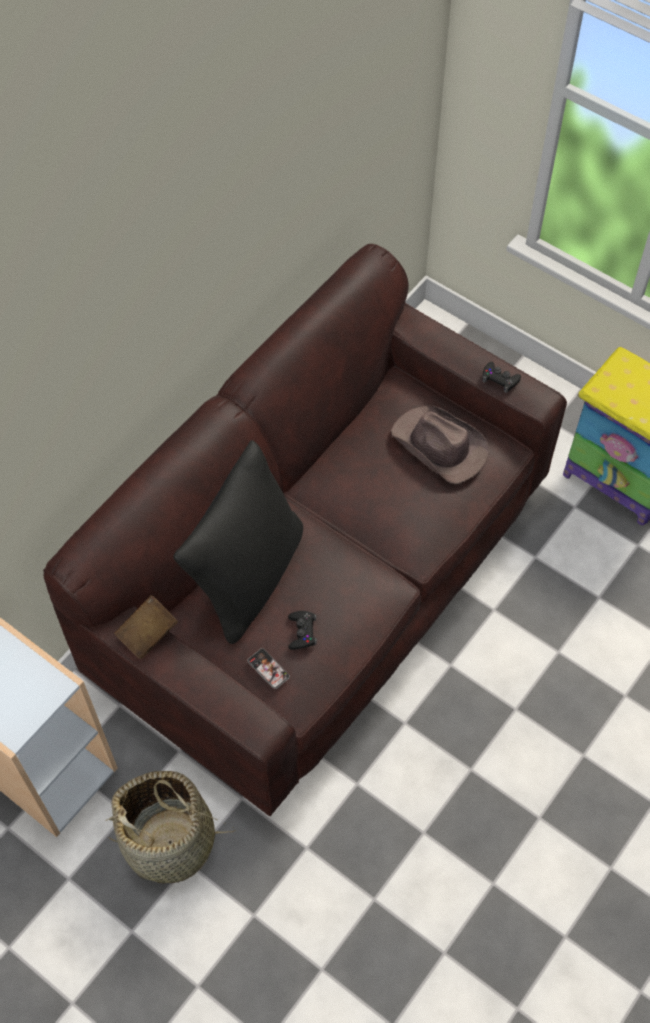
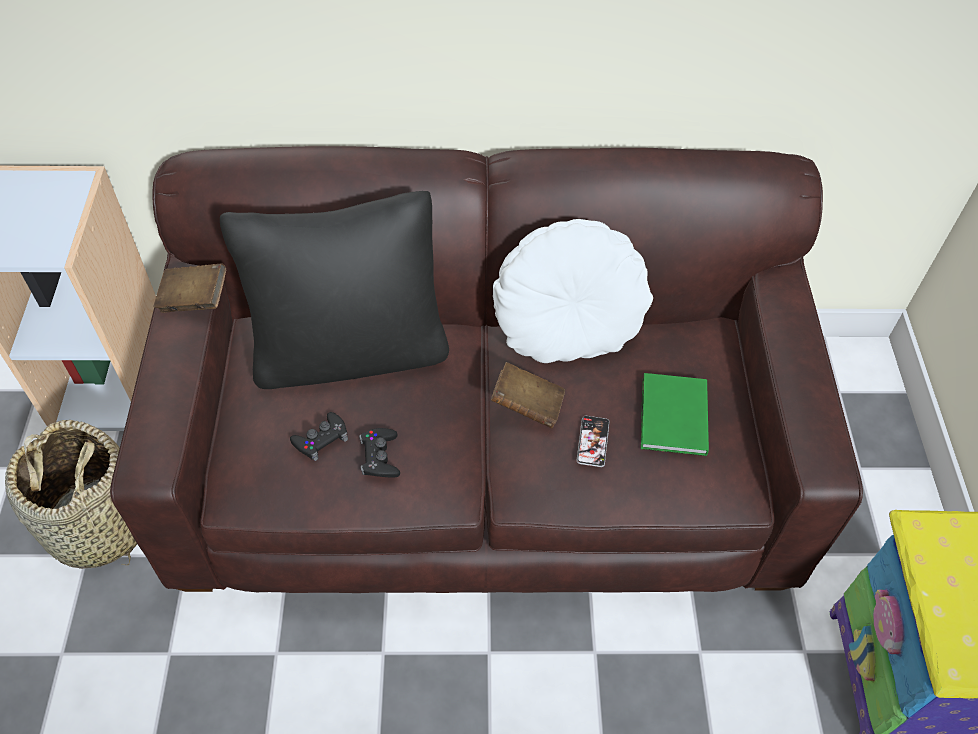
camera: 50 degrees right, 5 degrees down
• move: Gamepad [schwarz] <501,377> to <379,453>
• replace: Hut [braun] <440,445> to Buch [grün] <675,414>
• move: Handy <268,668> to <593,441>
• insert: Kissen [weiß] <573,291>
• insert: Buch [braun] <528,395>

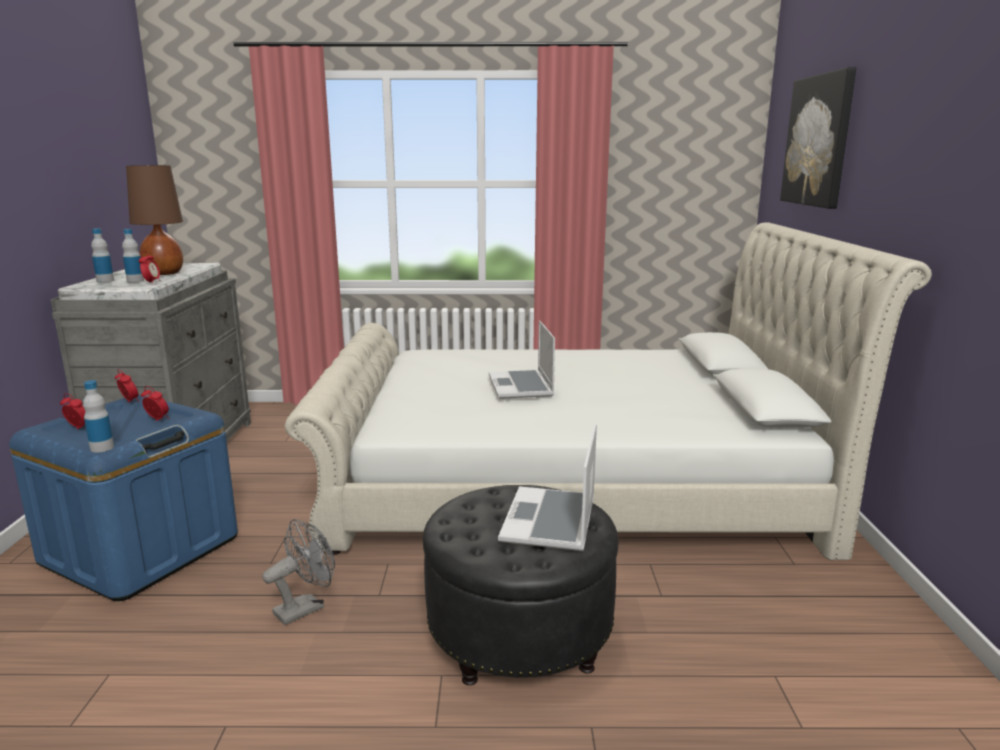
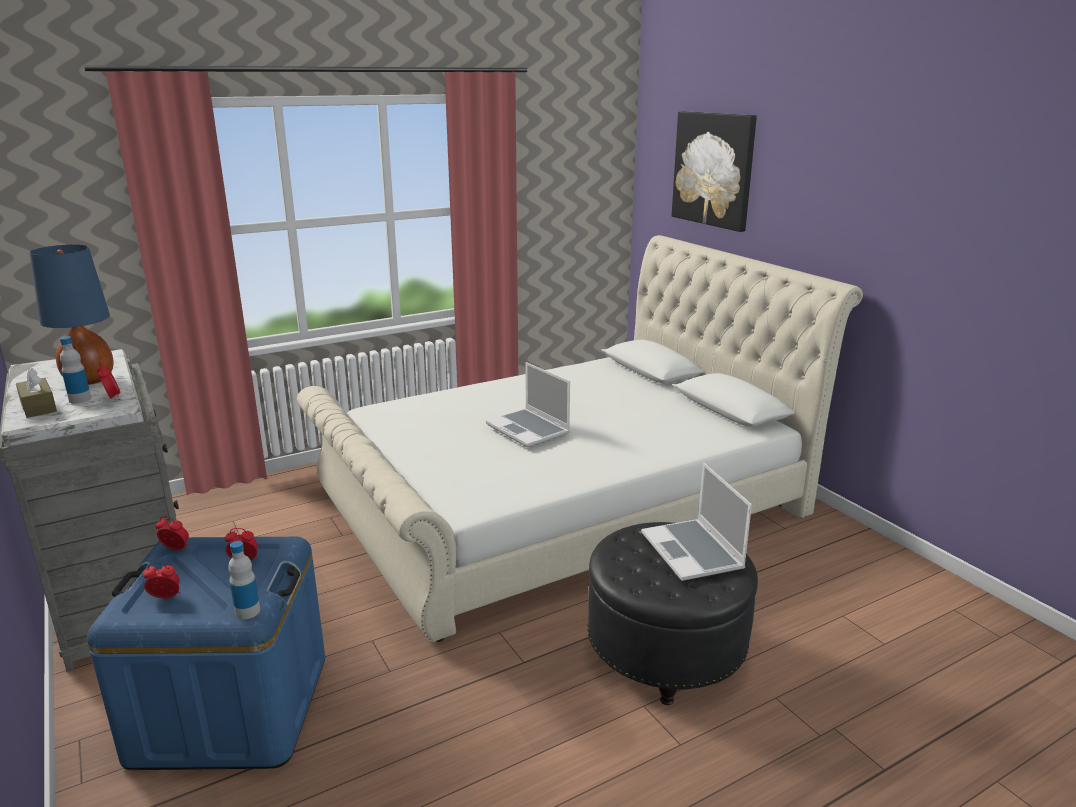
camera: 30 degrees left, 5 degrees up
• recolor: Tischlampe [braun] <154,220> to Tischlampe [blau] <72,315>
• replace: Flasche <102,255> to Taschentuchbox [braun] <36,392>
• delete: Ventilator [grau] <298,572>

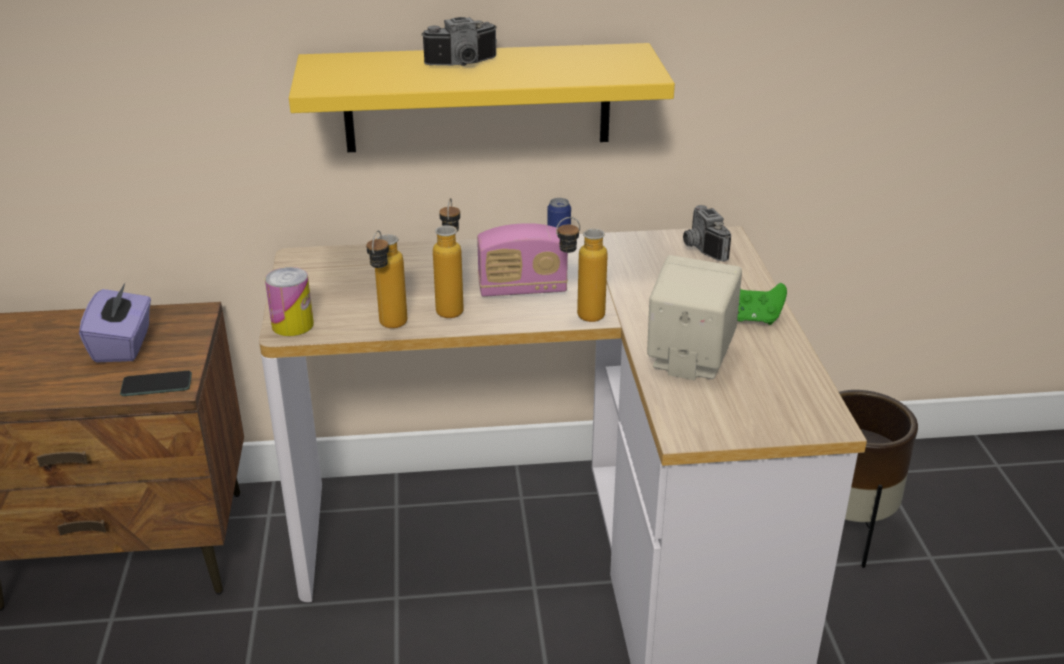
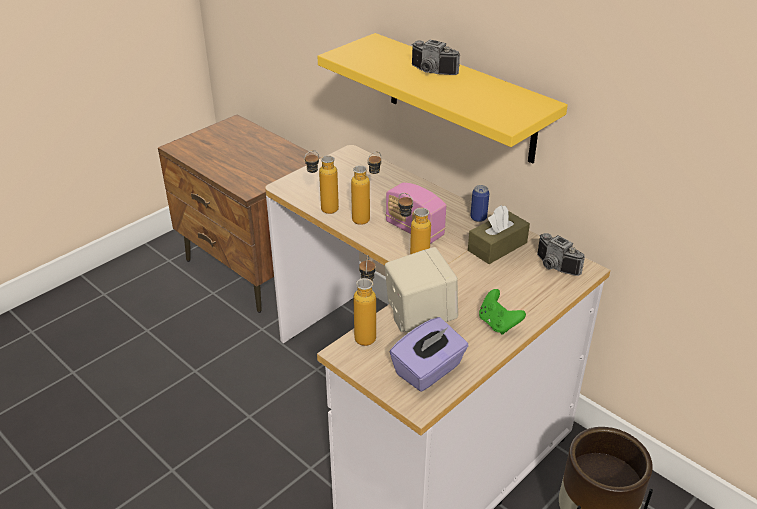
camera: 50 degrees right, 5 degrees up
• rotate: Kamera <707,233> = <561,254> 75 degrees counterclockwise
• delete: Dose <289,301>
• move: Taschentuchbox [lila] <115,323> to <429,354>
• delete: Handy <156,383>
• insert: Taschentuchbox [braun] <499,234>
• insert: Flasche <364,300>

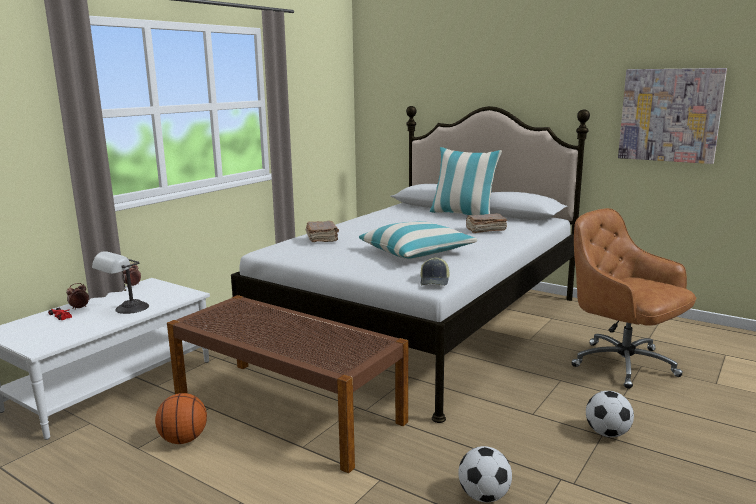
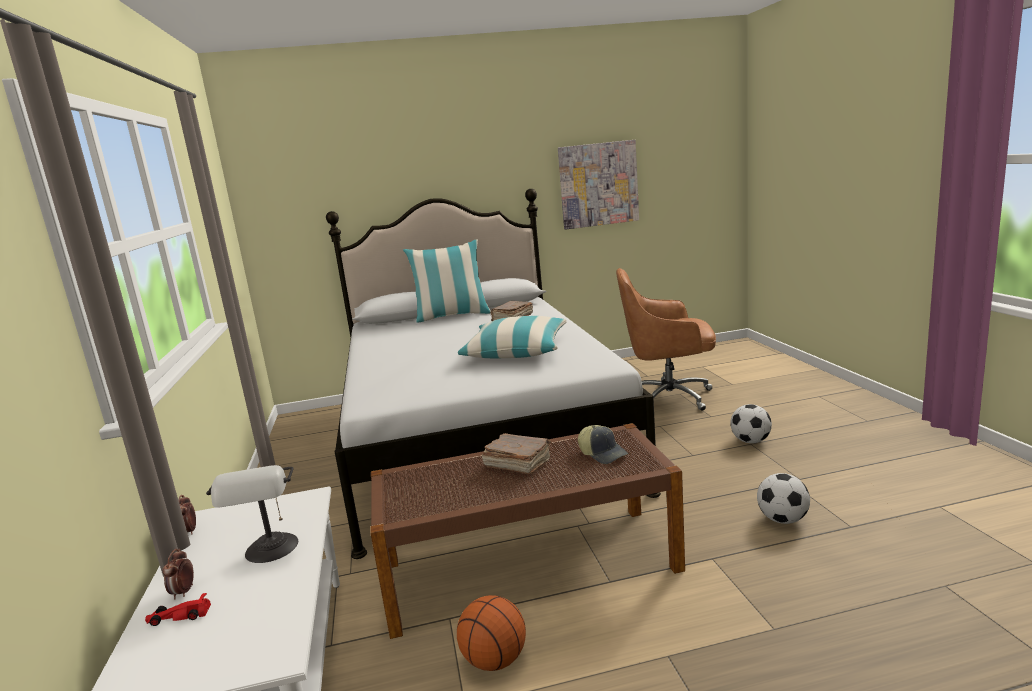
camera: 45 degrees left, 0 degrees up
• move: Buch [braun] <322,231> to <516,453>
• move: Kappe <435,271> to <603,444>

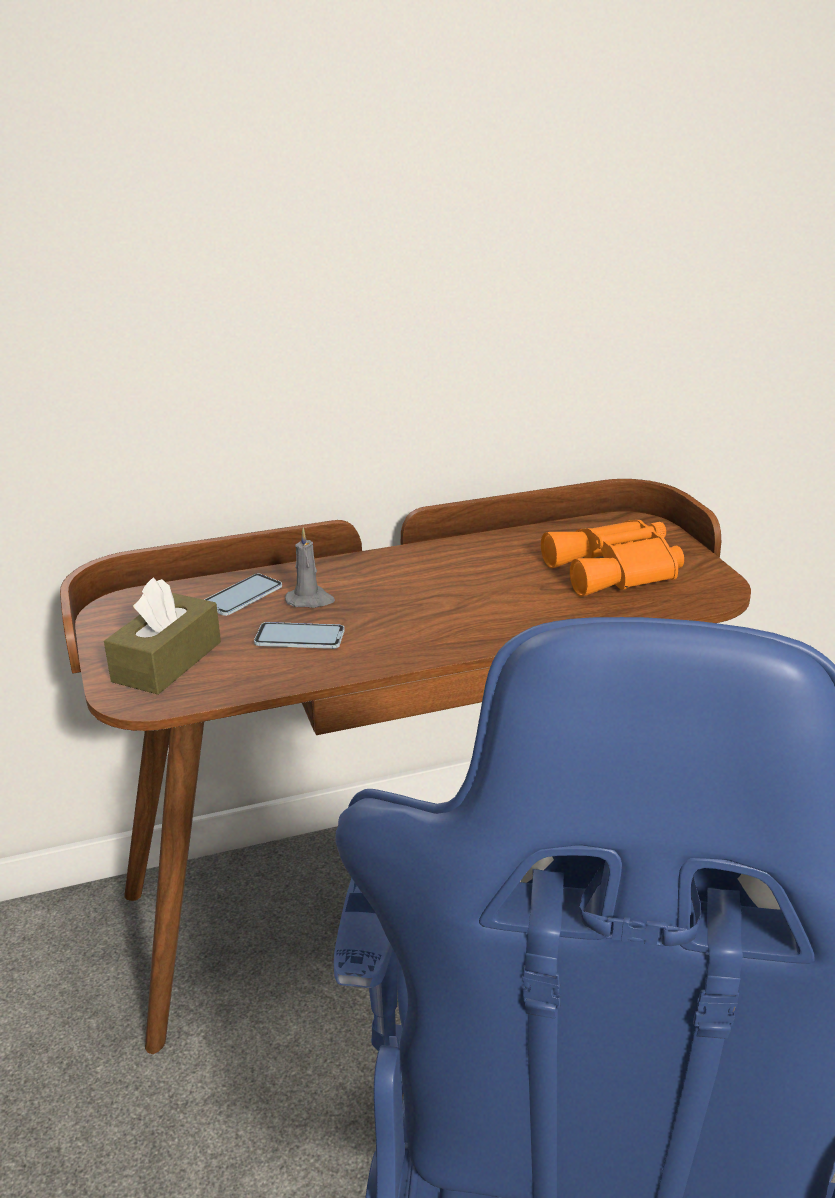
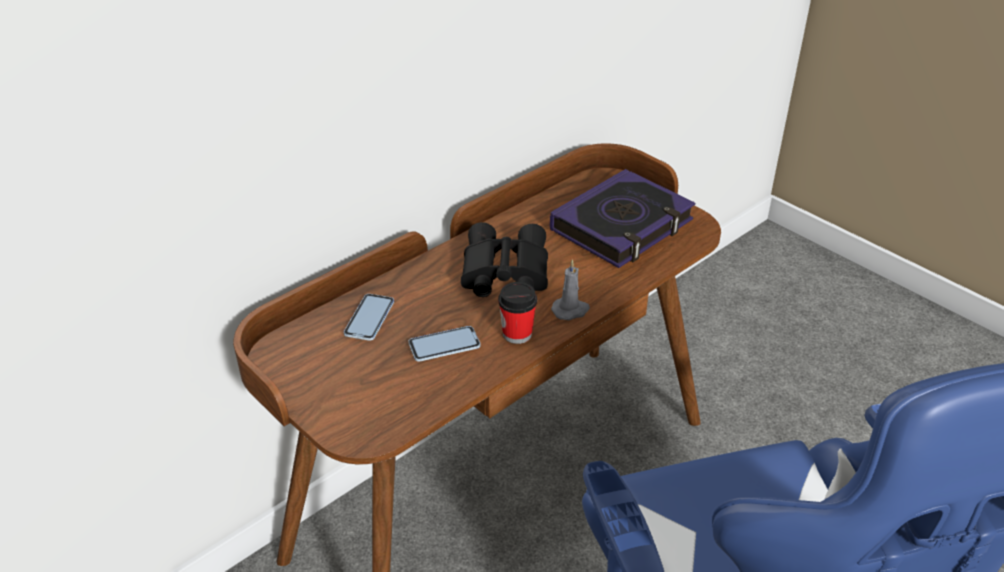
camera: 25 degrees left, 10 degrees up
• replace: Fernglas [orange] <612,558> to Buch <622,218>
• move: Kerze [grau] <310,568> to <570,289>
• delete: Taschentuchbox [braun] <162,636>
• insert: Fernglas [schwarz] <504,259>
• insert: Tasse <517,313>

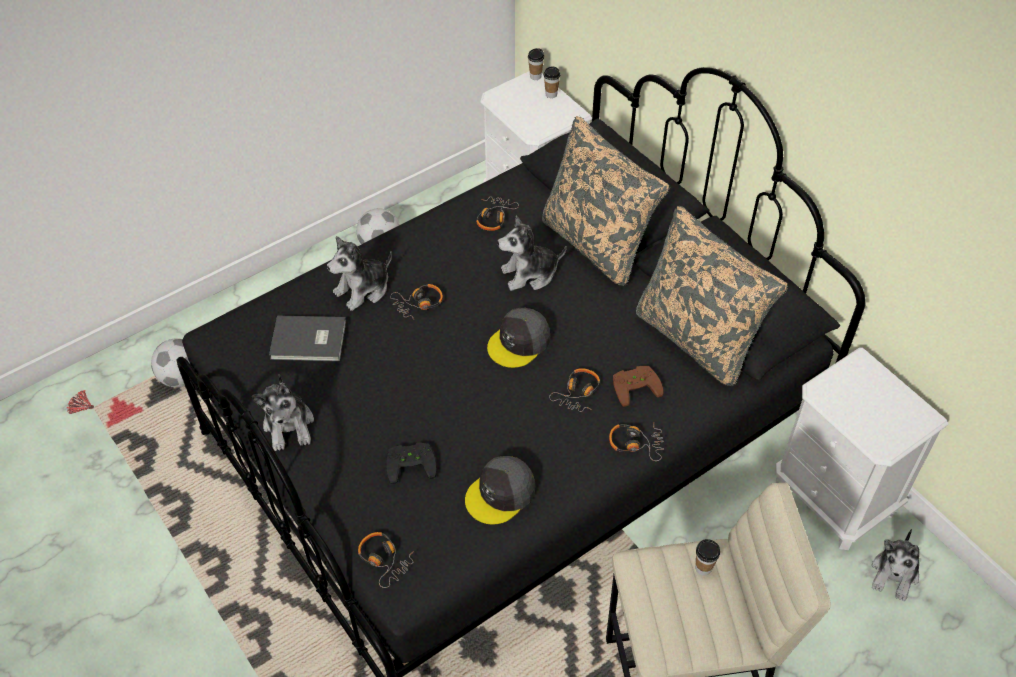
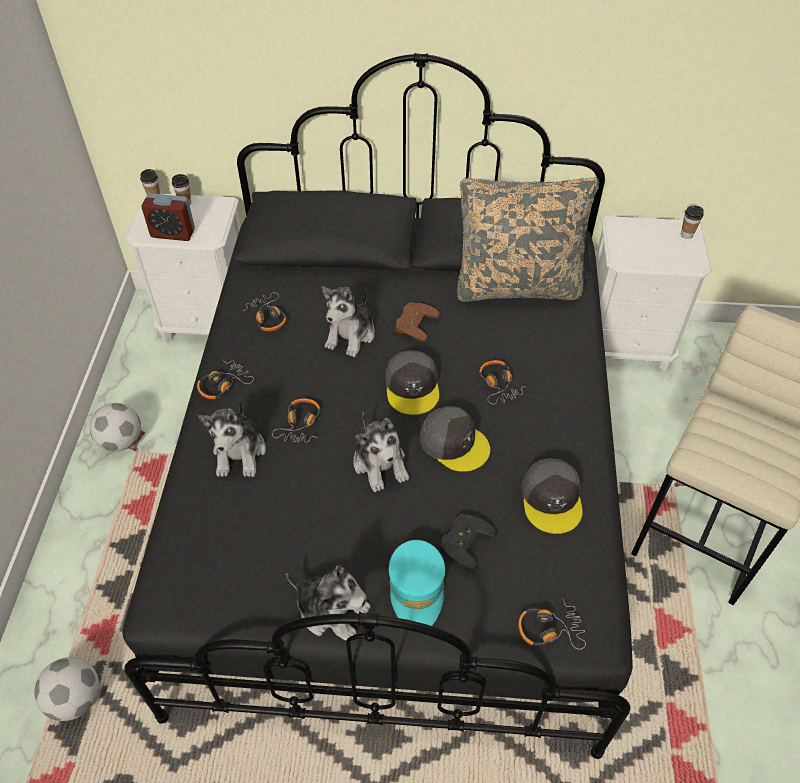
camera: 50 degrees left, 0 degrees up
• delete: Kissen [grau] <606,201>
• delete: Buch [grau] <307,338>
• move: Gamepad [braun] <638,386> to <418,322>
• move: Kopfhörer <636,442> to <225,379>
• move: Plüschtier <895,565> to <381,452>
• move: Tasse <707,557> to <692,222>
• insert: Wecker <168,217>
• insert: Kappe [grau] <455,439>
• insert: Kappe [türkis] <417,583>

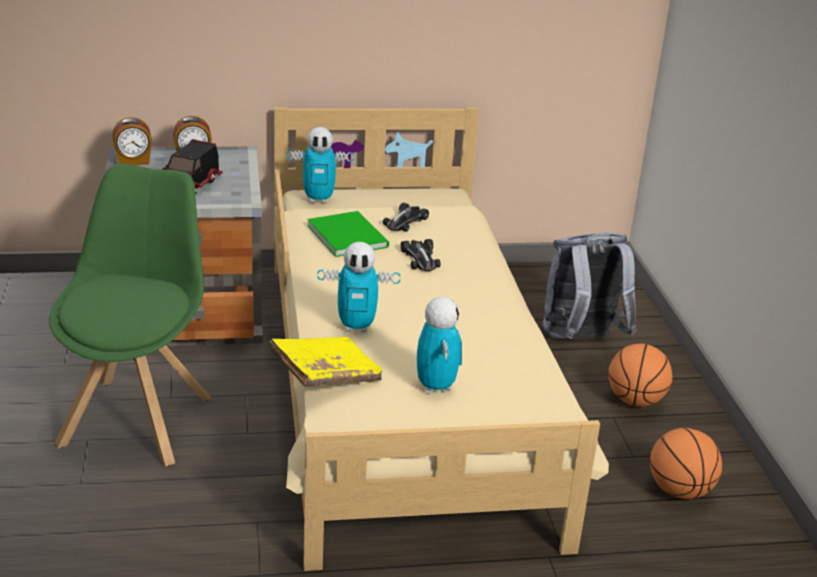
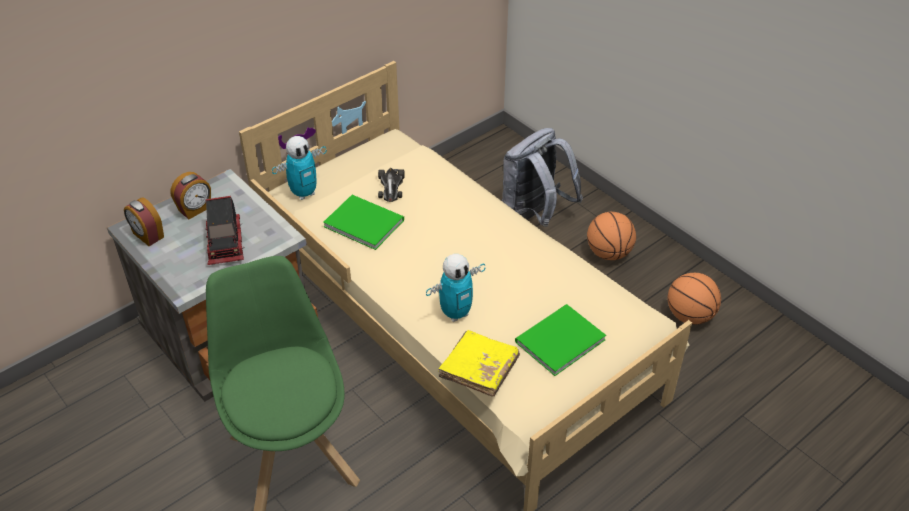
camera: 30 degrees left, 15 degrees up
• rotate: Wecker <132,141> = <144,222> 90 degrees clockwise
• delete: Spielzeugauto <421,255>
• replace: Spielzeugroboter <439,345> to Buch [grün] <560,340>

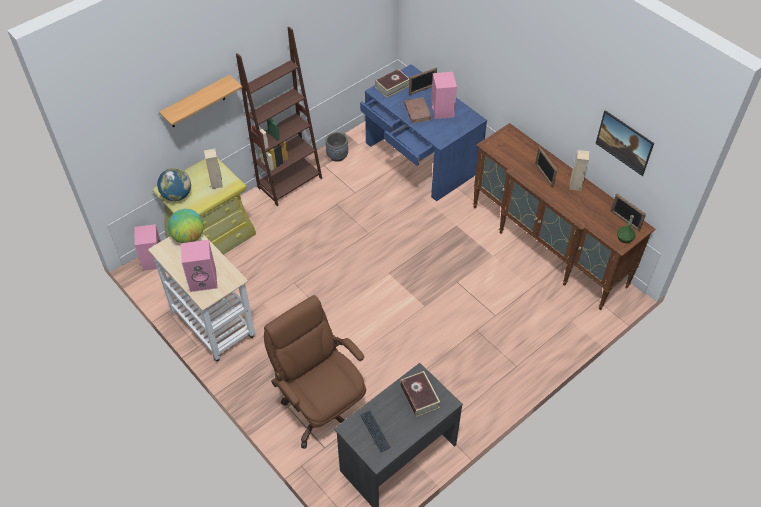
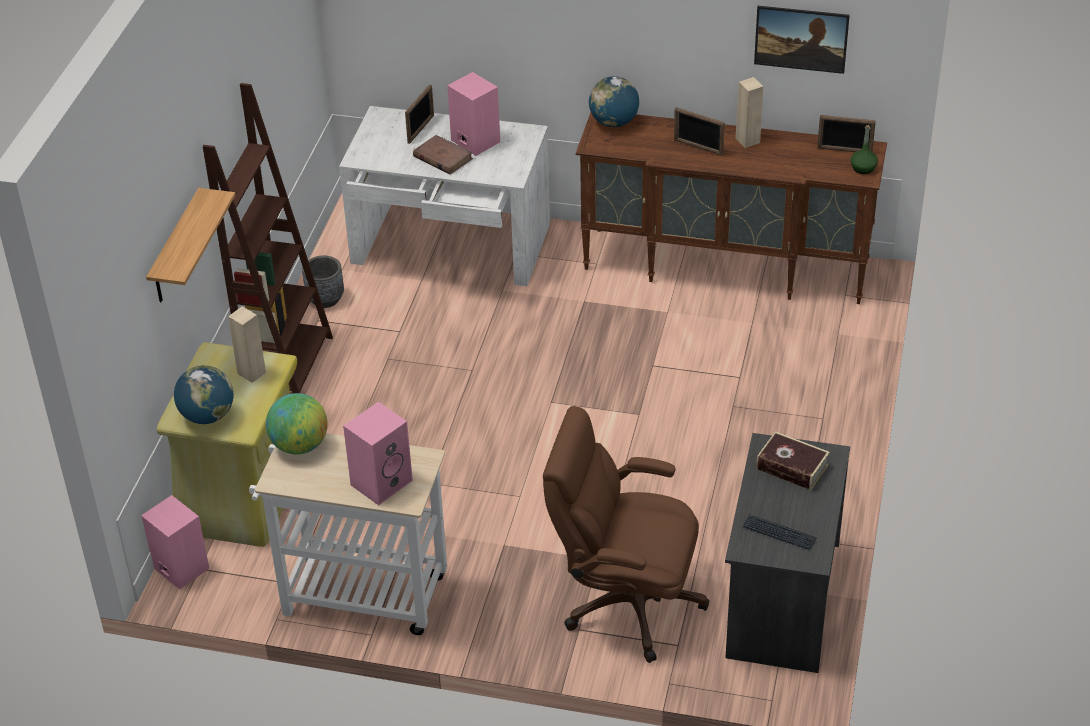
camera: 35 degrees left, 10 degrees down
• recolor: Schreibtisch [blau] <423,132> to Schreibtisch [weiß] <444,196>
• delete: Buch <392,83>
• insert: Globus <614,101>

